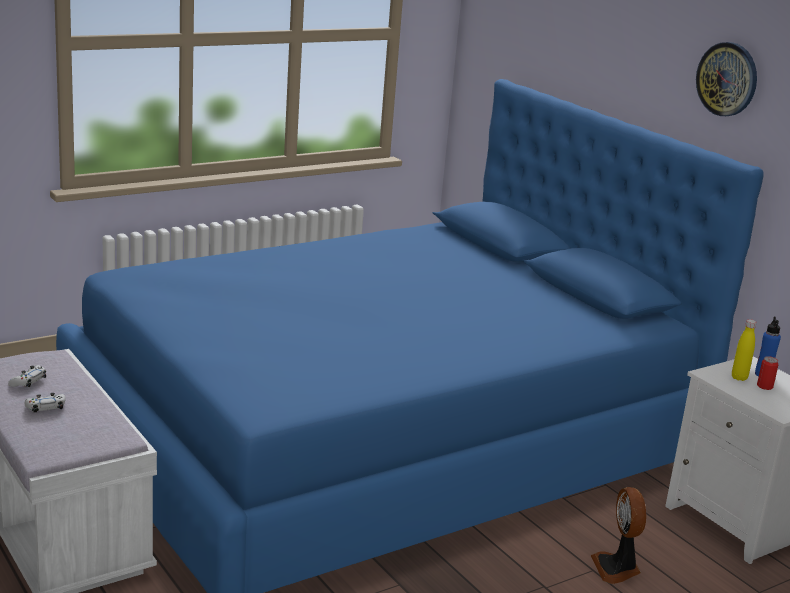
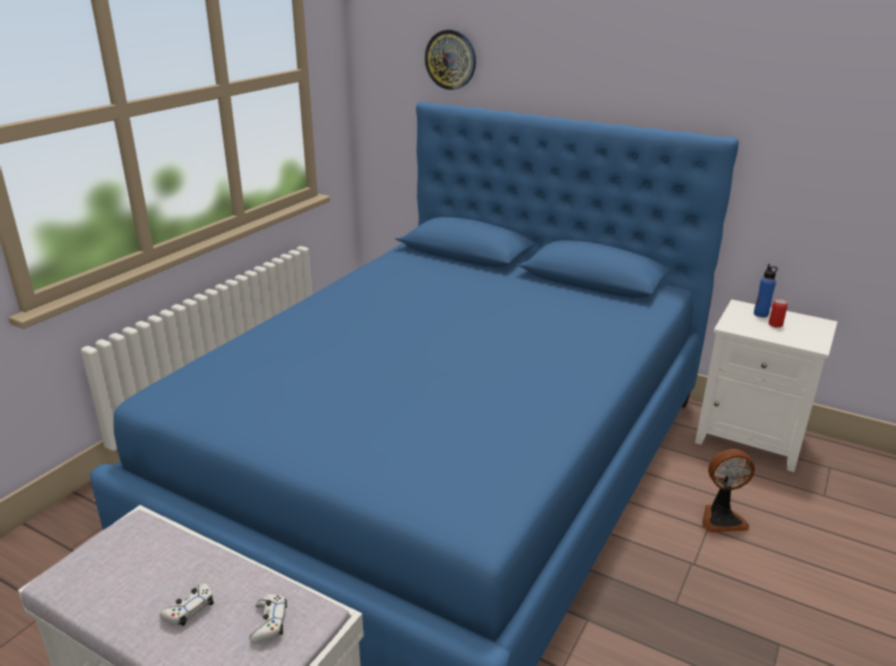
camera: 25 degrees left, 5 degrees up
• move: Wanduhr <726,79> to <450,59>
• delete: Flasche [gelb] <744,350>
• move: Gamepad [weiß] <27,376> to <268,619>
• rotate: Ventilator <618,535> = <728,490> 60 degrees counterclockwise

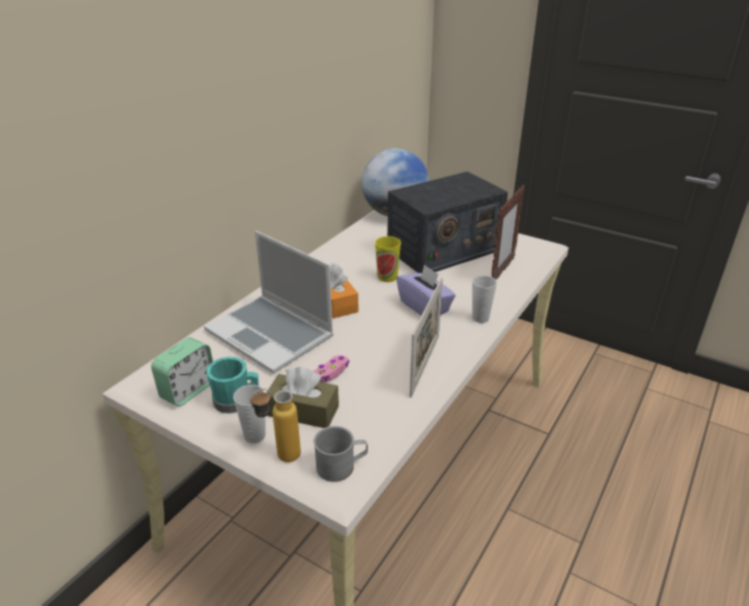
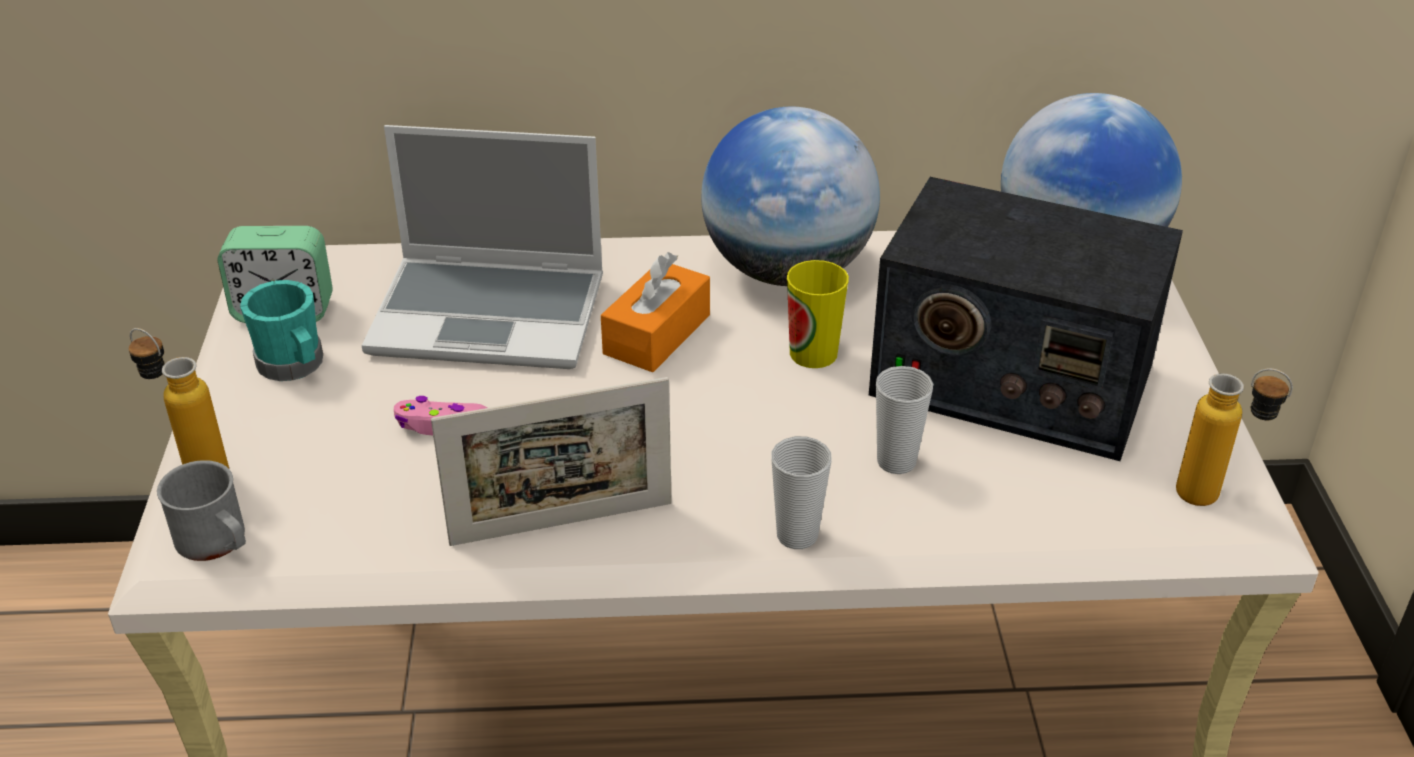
camera: 55 degrees right, 5 degrees up
• delete: Bilderrahmen <508,232>
• rotate: Laptop <269,302> = <482,247> 90 degrees counterclockwise
• delete: Taschentuchbox [lila] <426,290>
• delete: Taschentuchbox [braun] <302,397>
• move: Tasse <249,414> to <904,420>
• insert: Globus <790,196>
• insert: Flasche <1234,437>

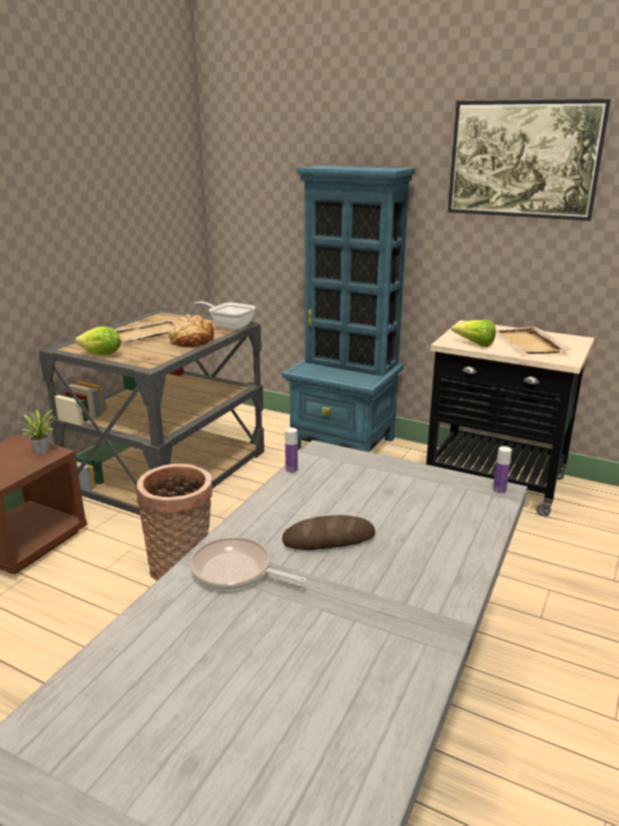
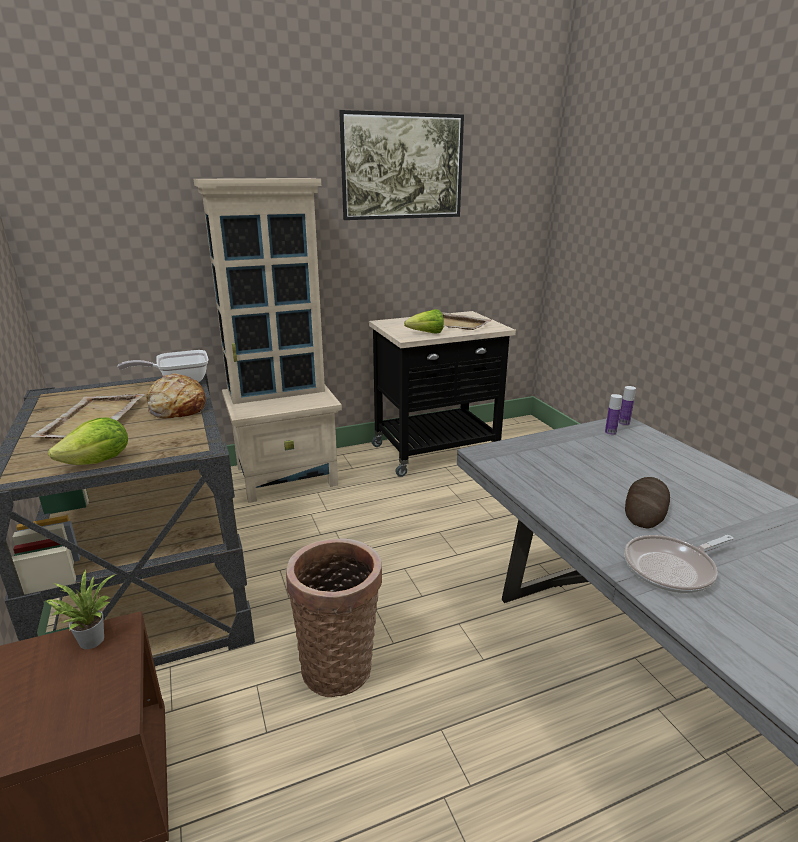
camera: 50 degrees left, 0 degrees up
• recolor: Schrank [blau] <349,308> to Schrank [beige] <268,340>
• move: Flasche <291,450> to <613,415>

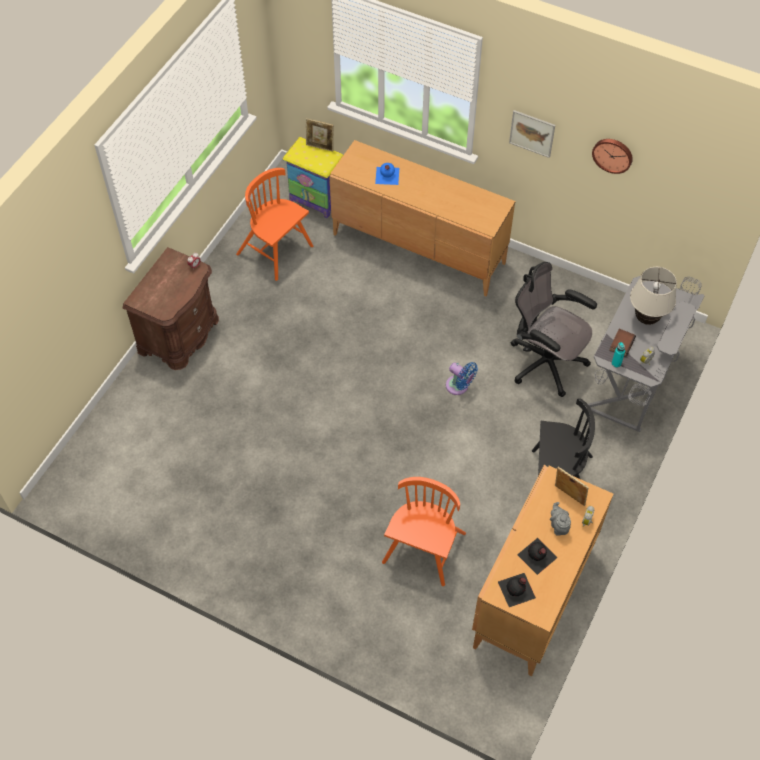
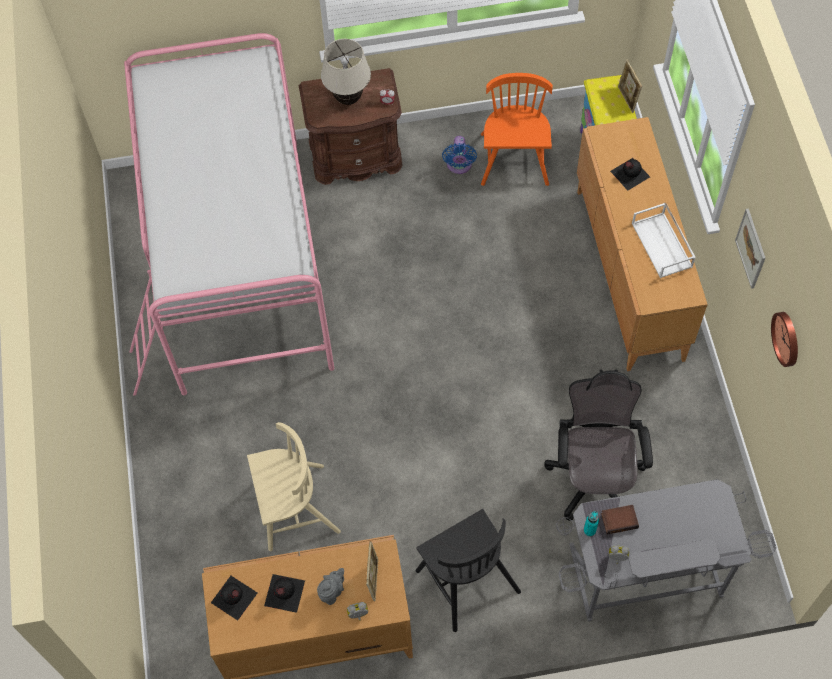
camera: 55 degrees right, 5 degrees up
• recolor: Flasche [blau] <387,174> to Flasche [schwarz] <630,174>
• move: Tischlampe [beige] <653,296> to <346,72>
• move: Ventilator [blau] <462,378> to <459,155>
• recolor: Stuhl [orange] <424,531> to Stuhl [beige] <294,486>
• insert: Bett [rosa] <229,214>
• insert: Tablett [weiß] <664,240>

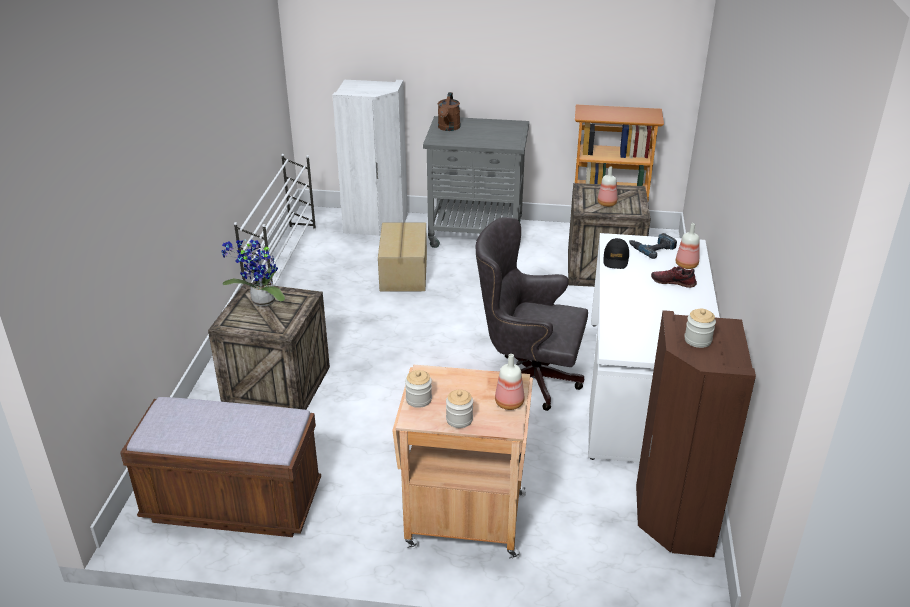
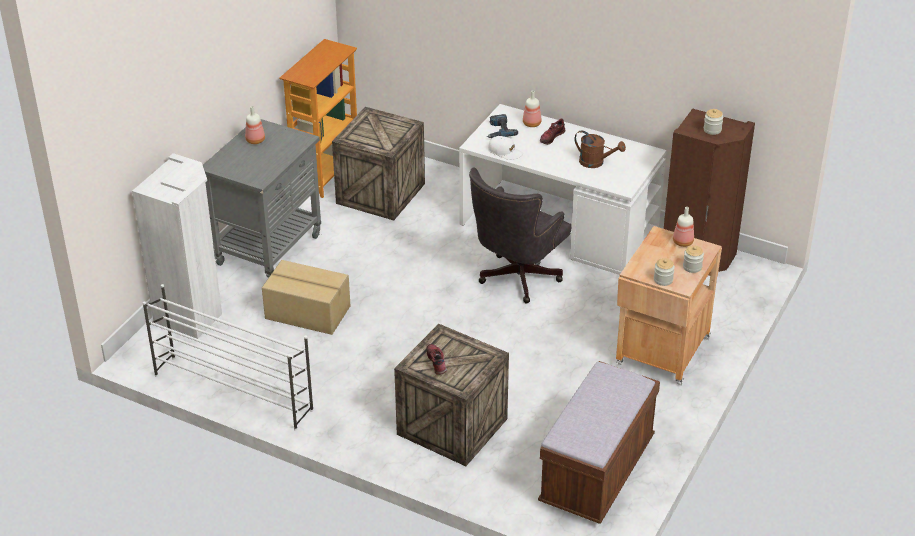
camera: 70 degrees left, 5 degrees up
• move: Gießkanne [braun] <449,111> to <600,149>
• move: Flasche <607,186> to <255,125>
• recolor: Kappe [schwarz] <616,253> to Kappe [weiß] <505,148>
• replace: Topfpflanze <253,273> to Schuh <436,359>

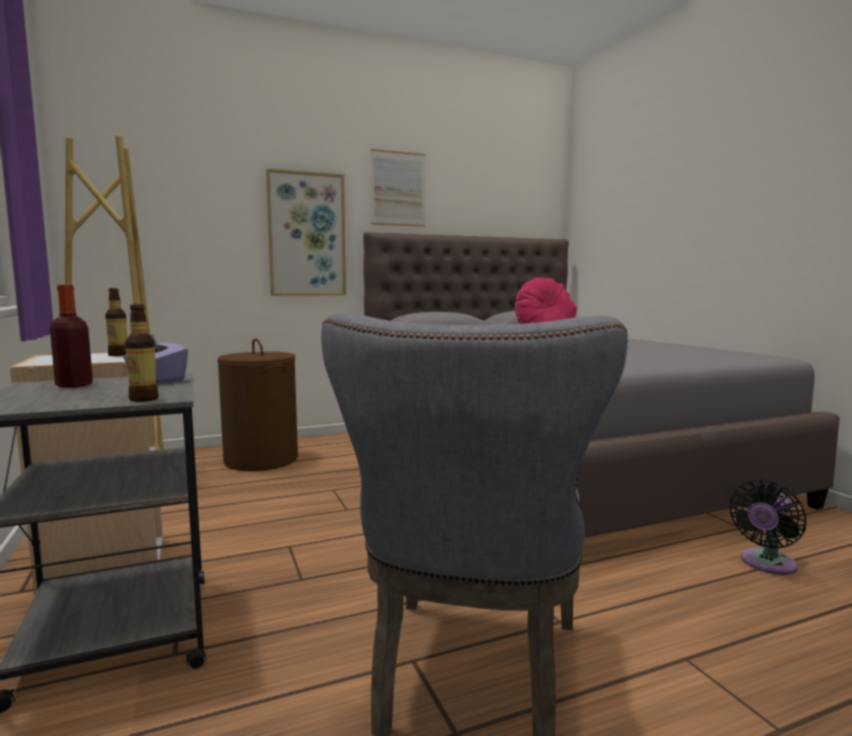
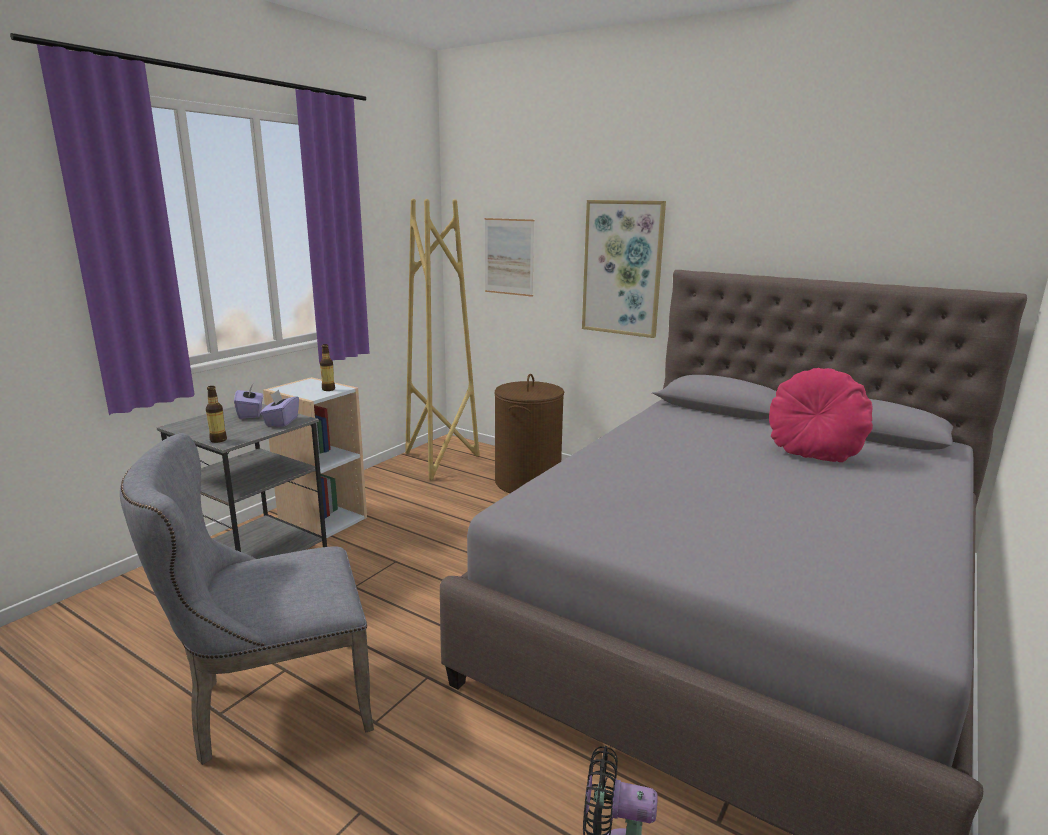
camera: 55 degrees right, 10 degrees up
• move: Bild <397,188> to <509,257>
• replace: Flasche <71,336> to Taschentuchbox [lila] <248,401>

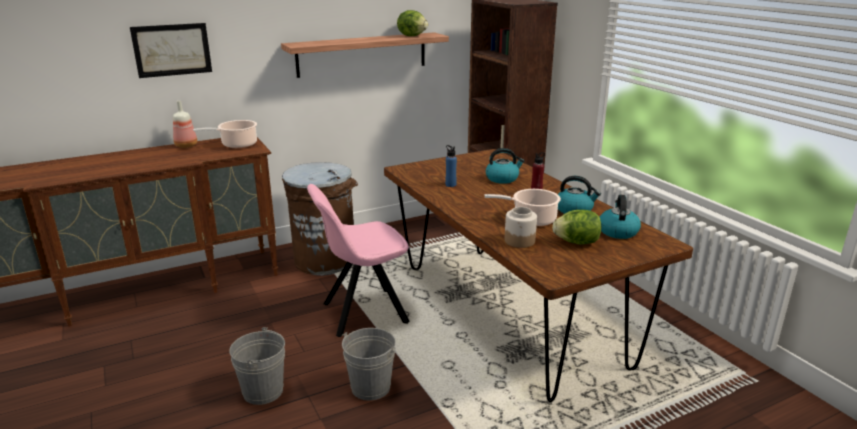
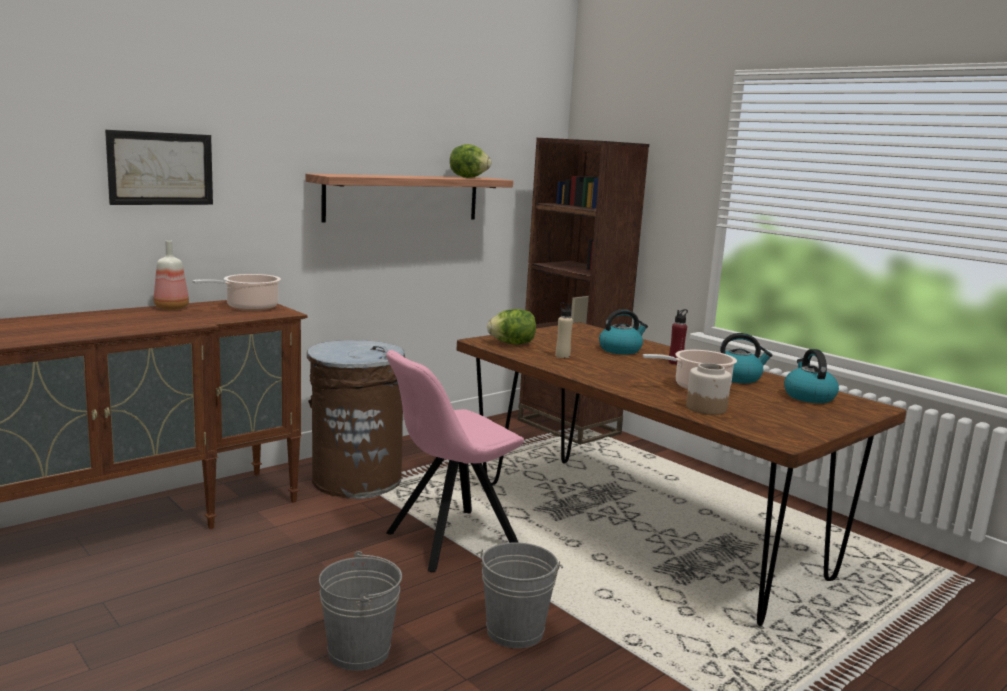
camera: 15 degrees left, 10 degrees down
• recolor: Flasche [blau] <451,166> to Flasche [beige] <564,330>
• move: Salatkopf <576,227> to <511,327>

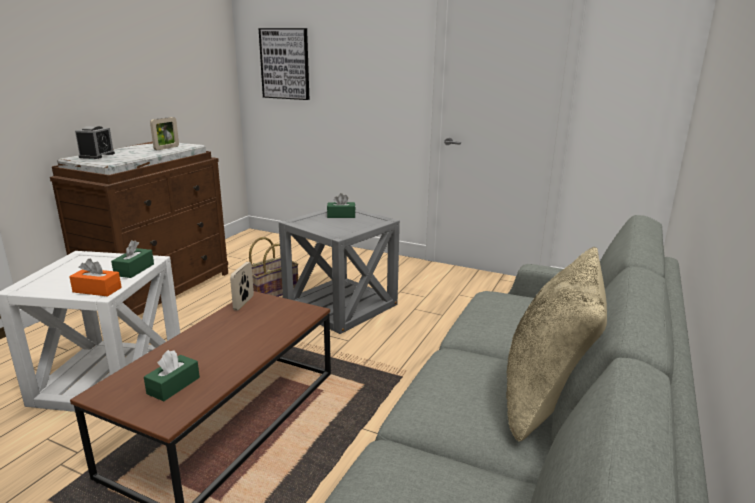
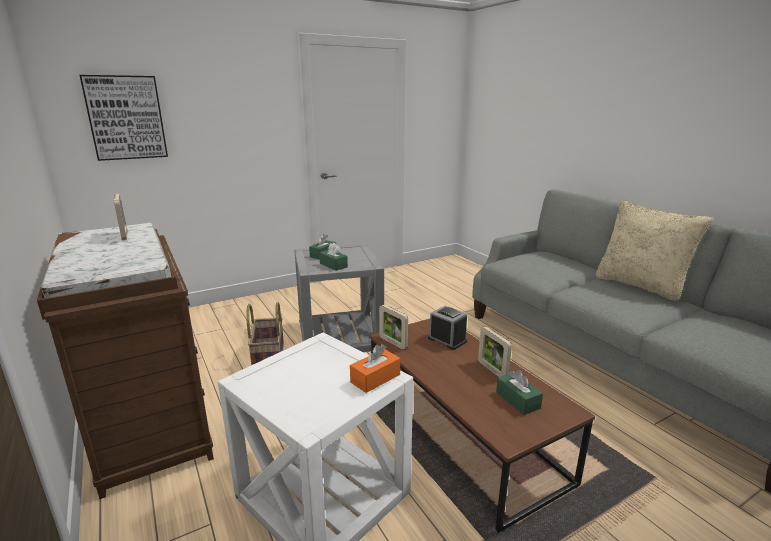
camera: 55 degrees left, 0 degrees up
• move: Wecker <95,142> to <447,328>
• move: Taschentuchbox [grün] <132,259> to <333,256>
• insert: Bilderrahmen <495,352>

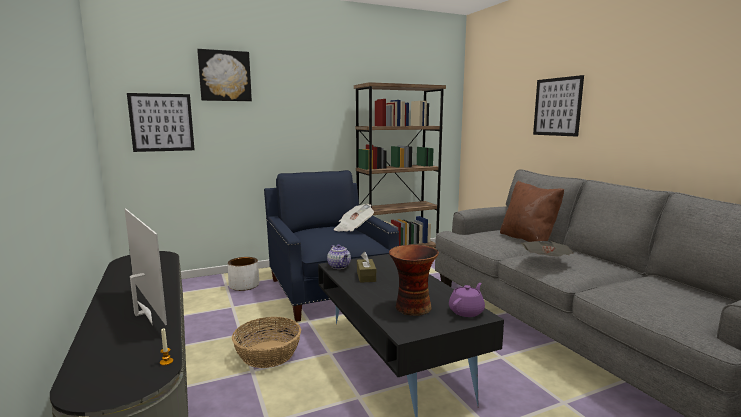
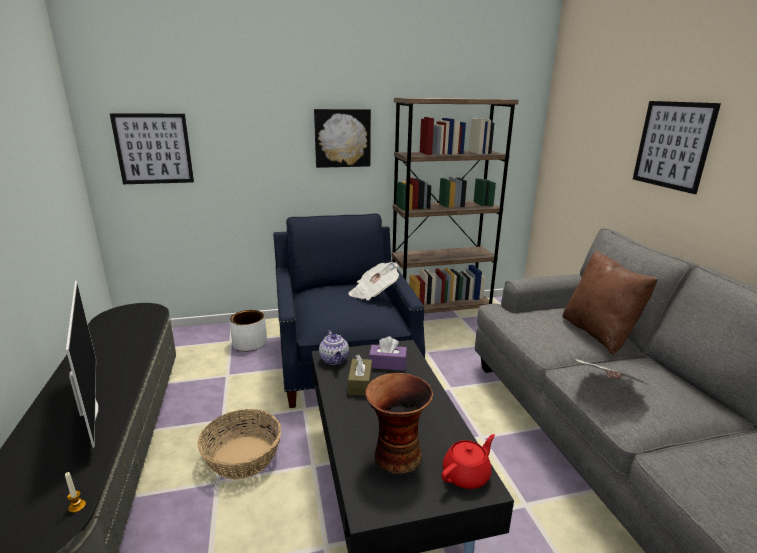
camera: 10 degrees right, 10 degrees up
• move: Bild <224,75> to <342,138>
• recolor: Teekanne [lila] <467,300> to Teekanne [rot] <468,461>
• insert: Taschentuchbox [lila] <388,353>

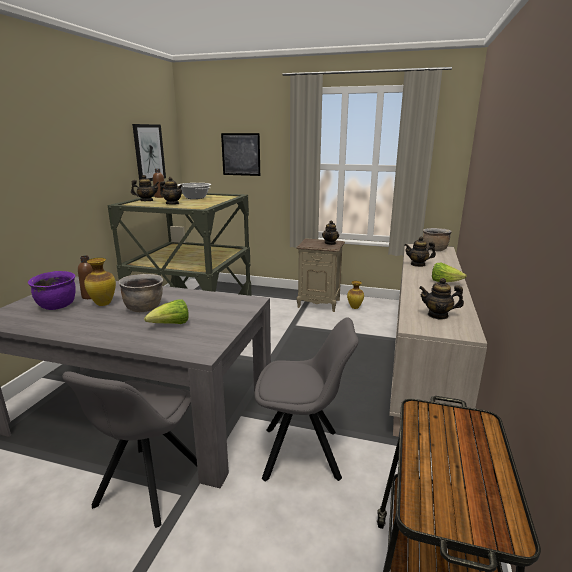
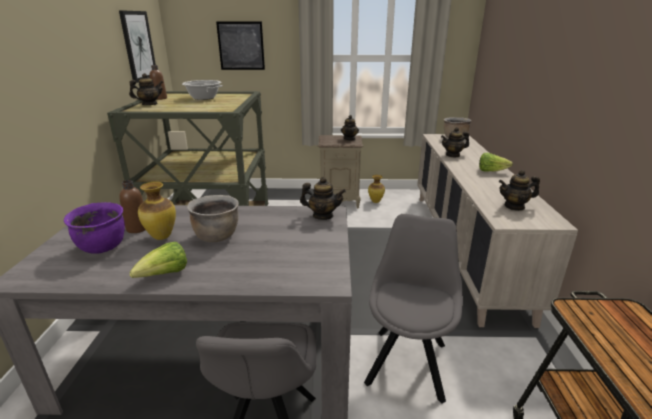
camera: 15 degrees left, 5 degrees up
• move: Teekanne <171,190> to <323,198>
• move: Salatkopf <166,311> to <158,260>
• rotate: Stuhl [grau] <307,400> = <413,309> 60 degrees counterclockwise

